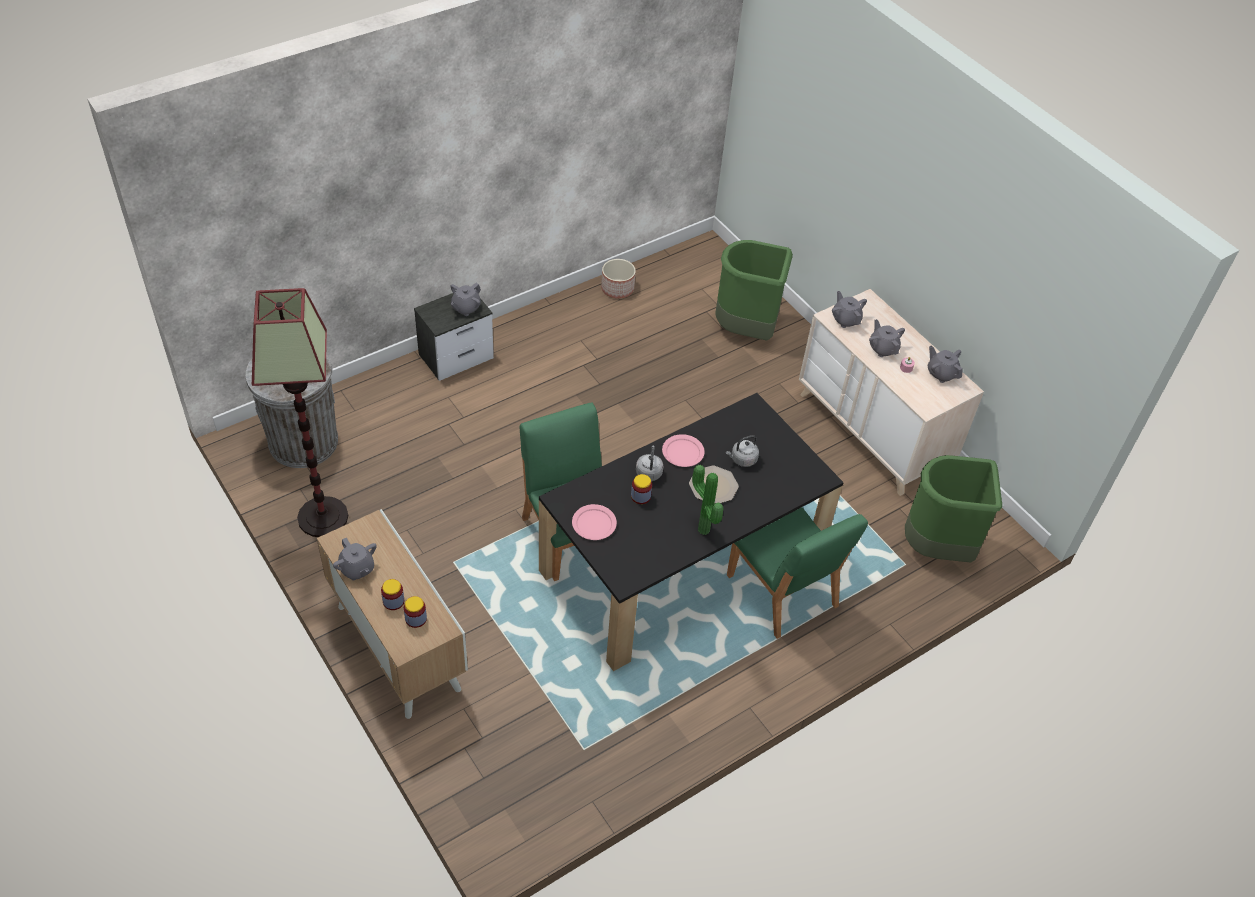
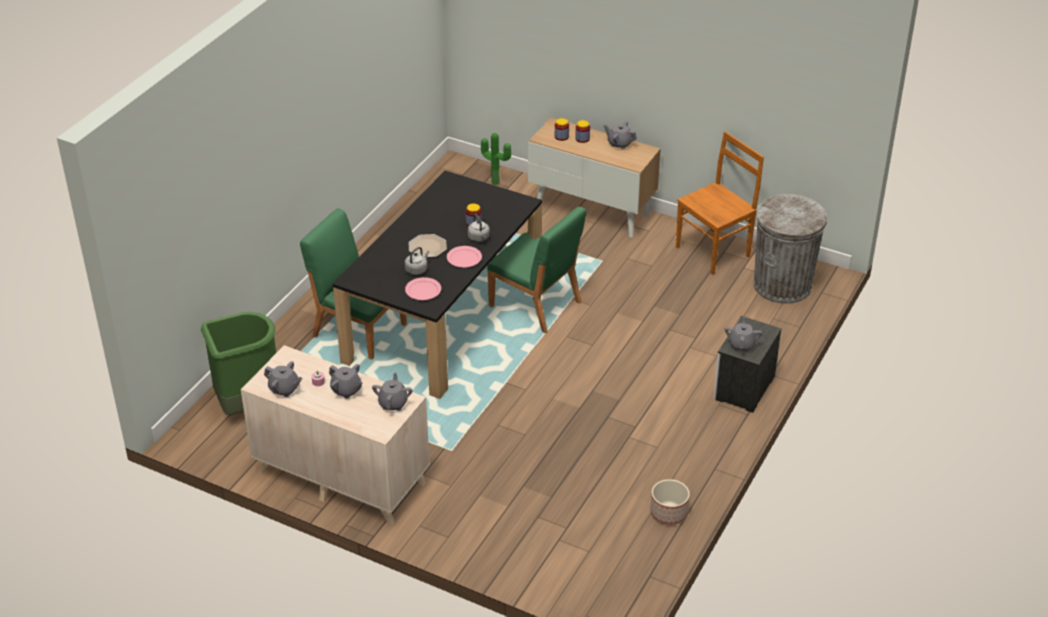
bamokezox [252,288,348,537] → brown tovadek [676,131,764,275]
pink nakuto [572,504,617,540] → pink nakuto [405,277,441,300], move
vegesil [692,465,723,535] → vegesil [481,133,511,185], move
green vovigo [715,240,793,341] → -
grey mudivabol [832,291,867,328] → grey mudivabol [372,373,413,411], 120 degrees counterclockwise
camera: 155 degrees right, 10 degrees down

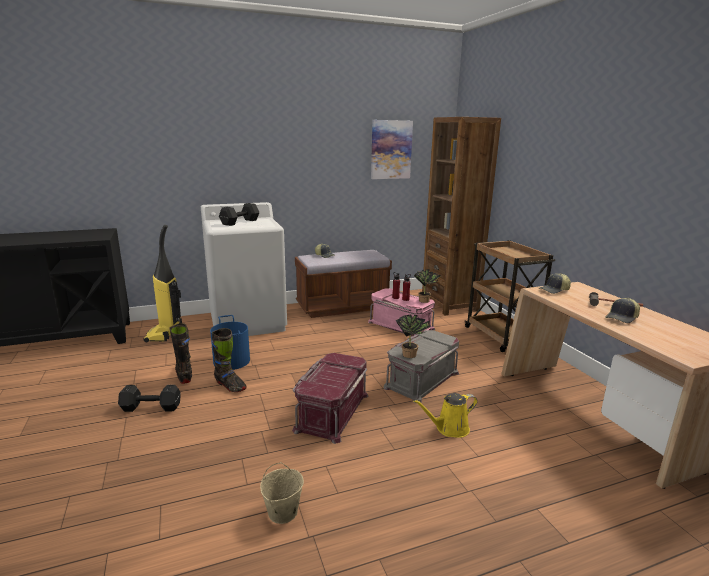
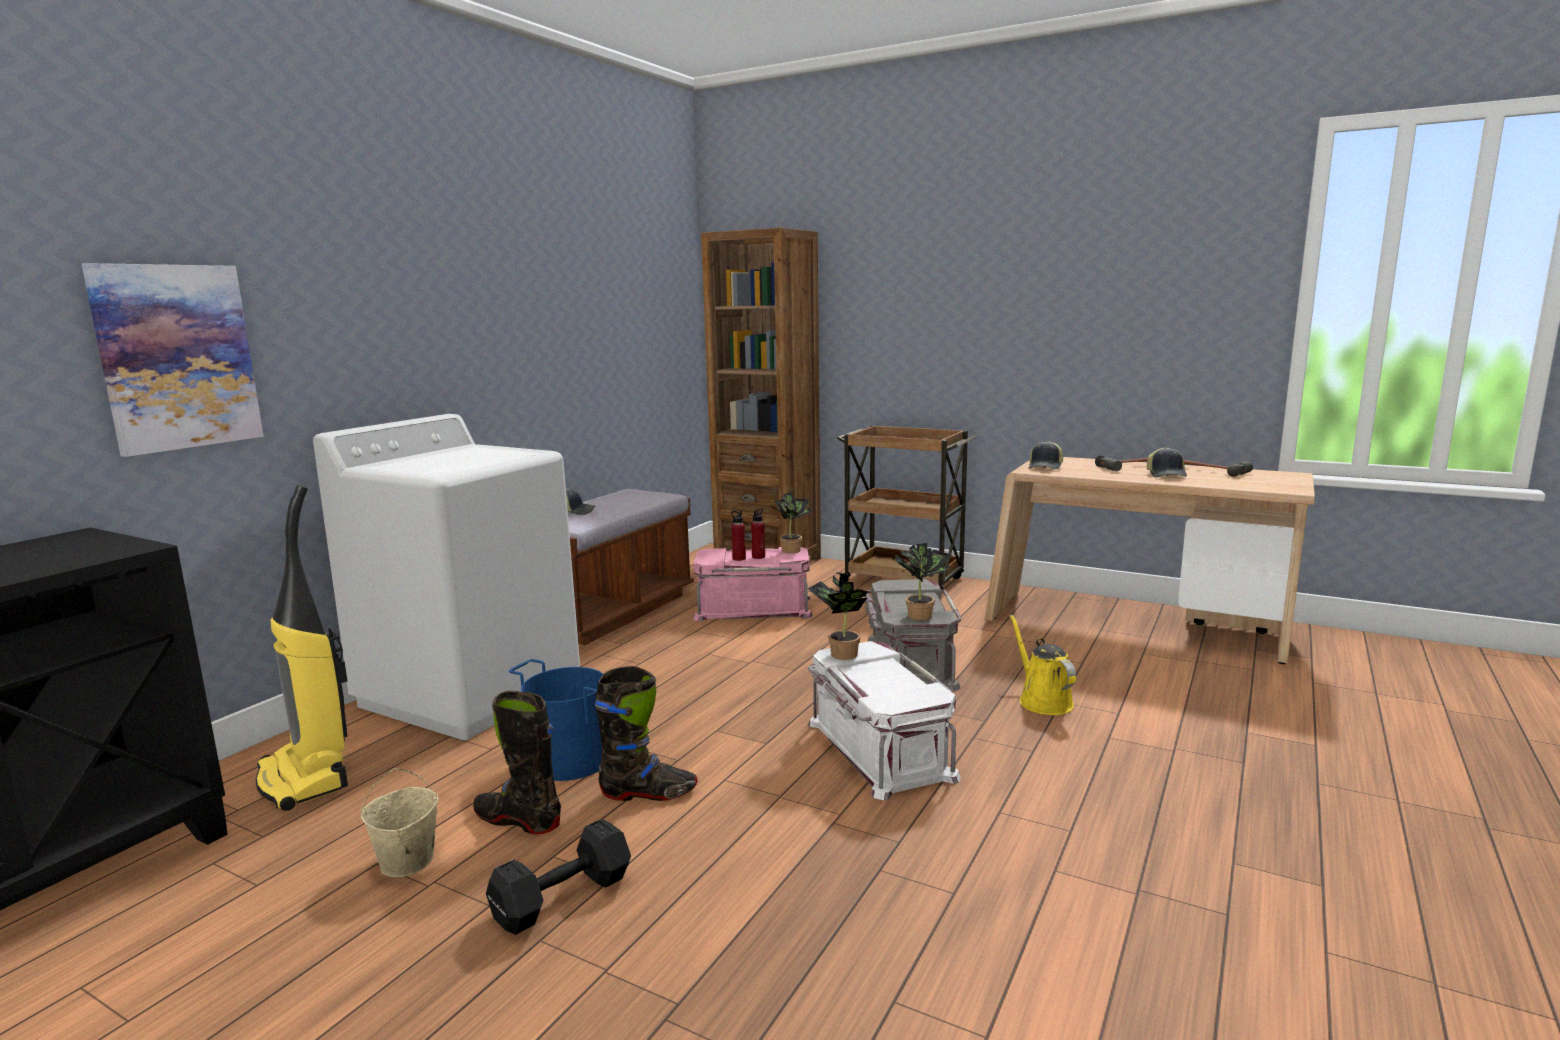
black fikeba [219,203,259,226] → -
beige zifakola [260,462,304,524] → beige zifakola [361,768,438,877], move
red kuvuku [292,353,369,444] → white kuvuku [808,641,961,800]
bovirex [371,120,413,179] → bovirex [81,263,264,457], move
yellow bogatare [413,393,478,438] → yellow bogatare [1009,615,1076,715], 135 degrees clockwise
- → vegesil [807,575,869,660]
- → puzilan [1184,460,1253,477]
camera: 40 degrees left, 5 degrees down

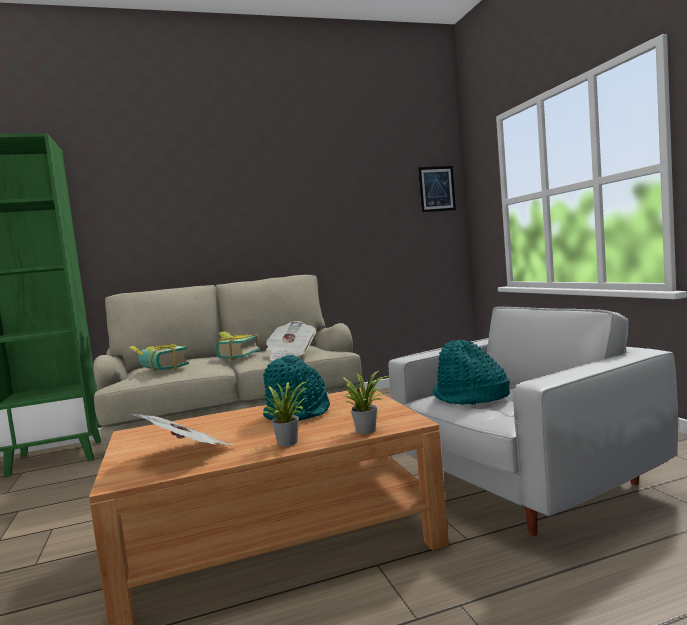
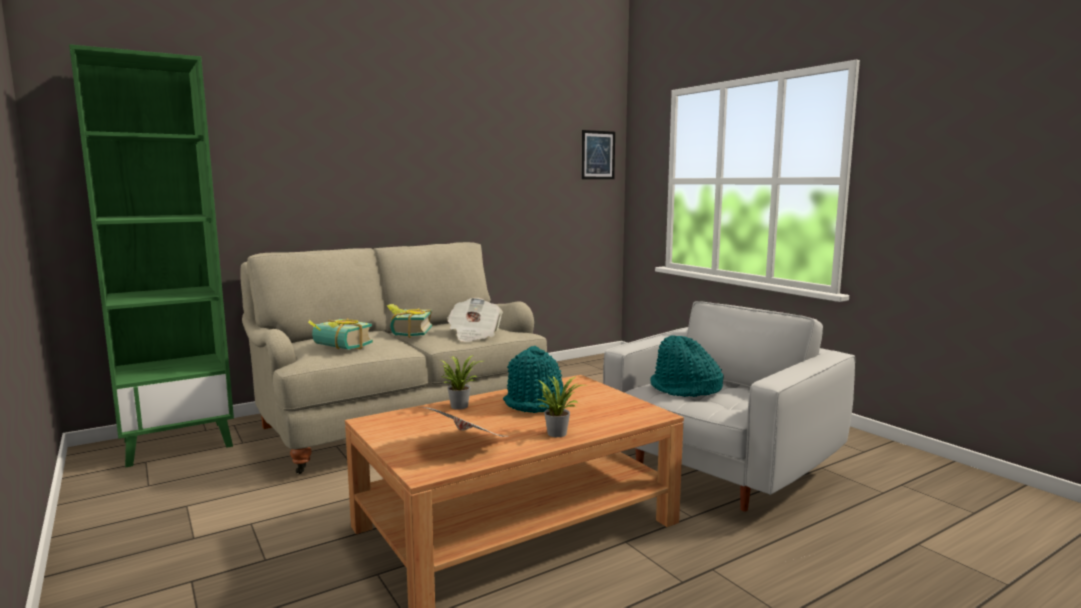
vegesil [341,371,388,434] → vegesil [441,355,482,410], move
camera: 15 degrees left, 5 degrees up

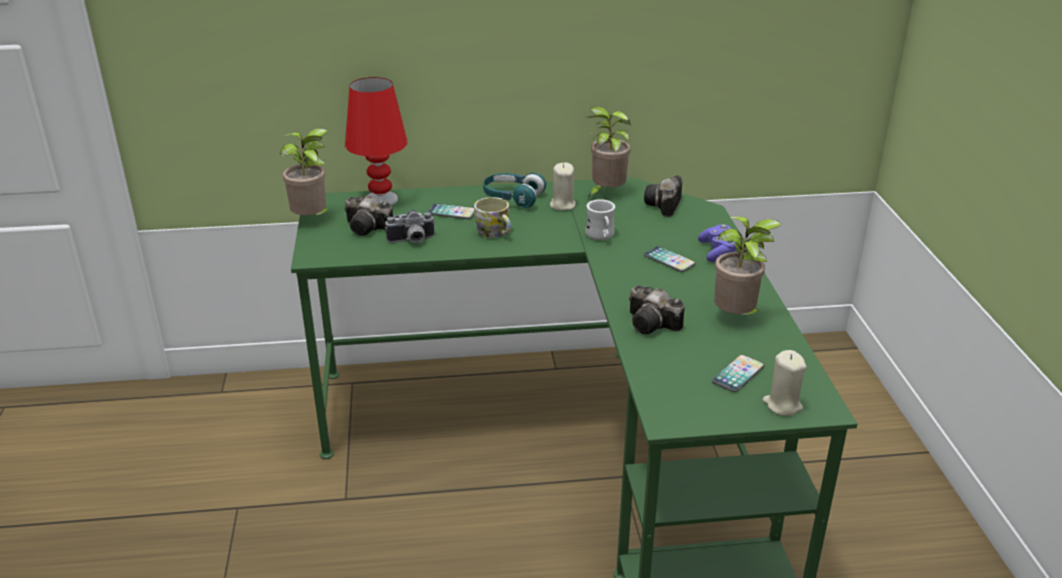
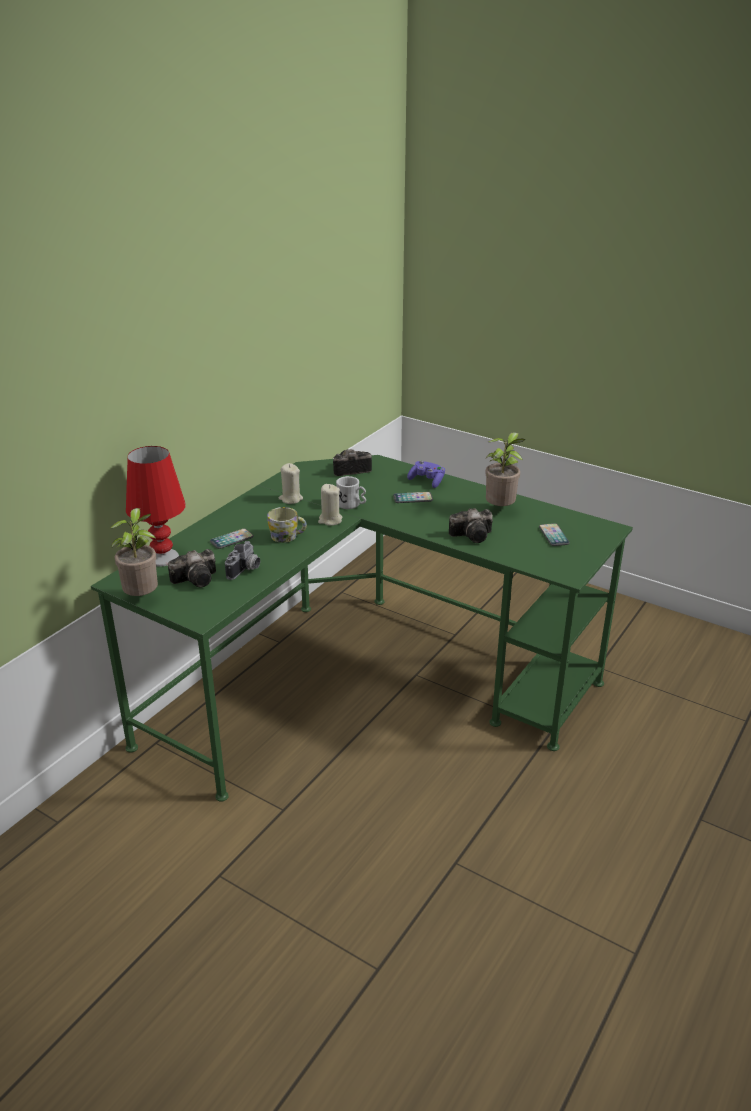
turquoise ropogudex [483,173,546,208] → -
vegesil [585,107,631,198] → -
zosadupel [644,175,682,217] → zosadupel [333,449,372,476], 105 degrees clockwise
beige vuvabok [762,350,807,416] → beige vuvabok [318,484,343,526], move
camera: 50 degrees left, 0 degrees up

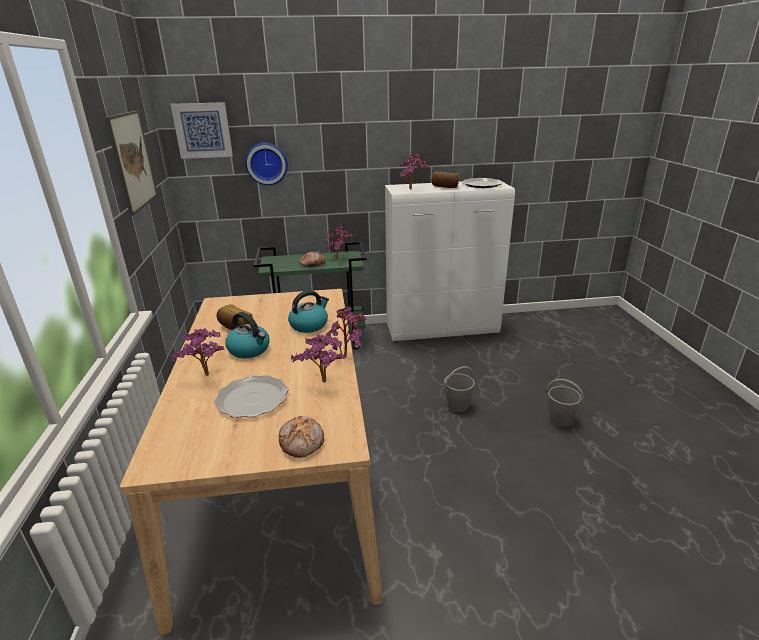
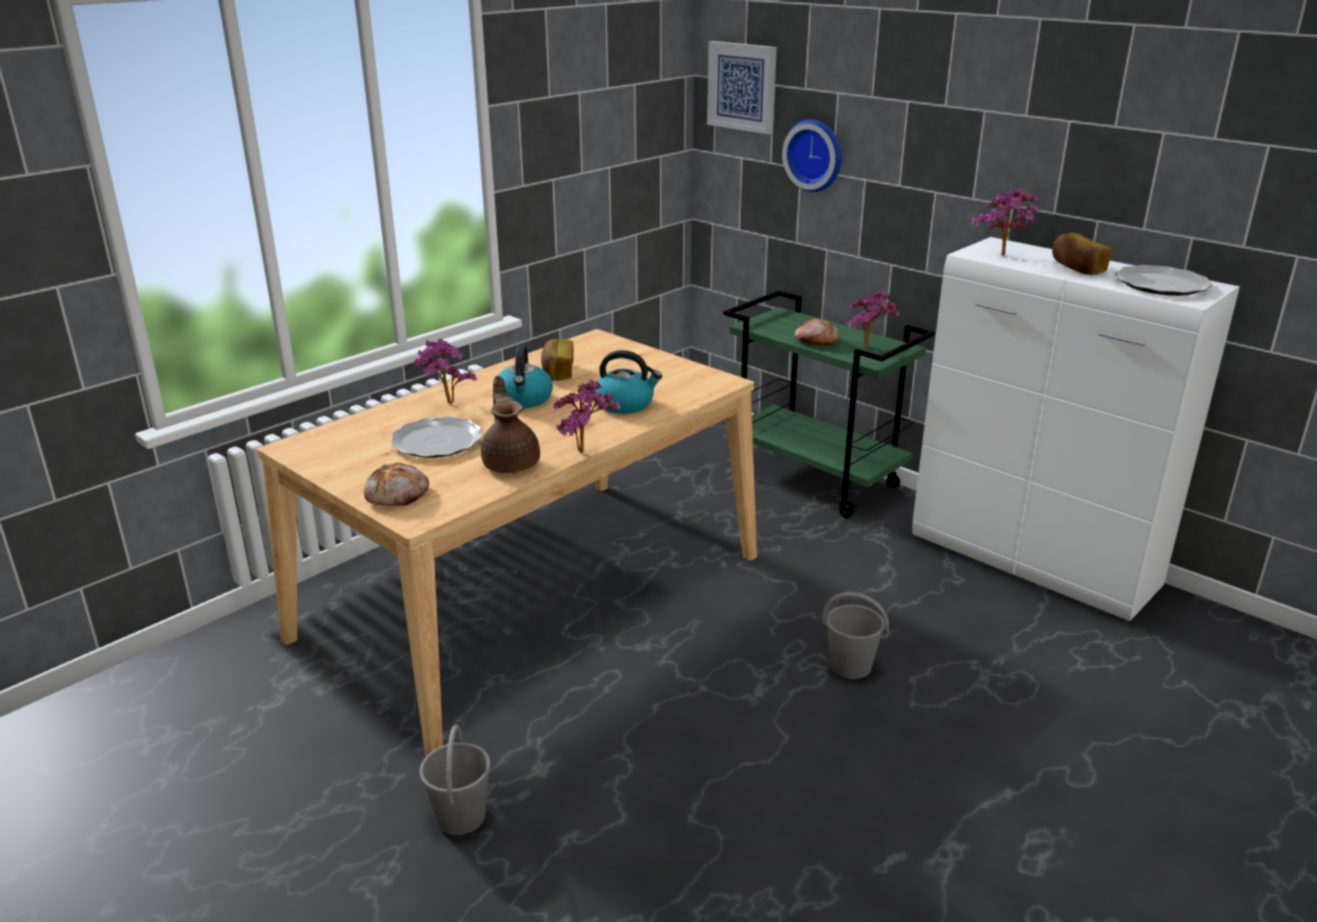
bovirex [105,110,158,216] → -
vegesil [291,334,345,382] → brown mudivabol [481,376,540,473]
grey zifakola [546,379,584,427] → grey zifakola [420,725,490,835], move
camera: 50 degrees right, 0 degrees up

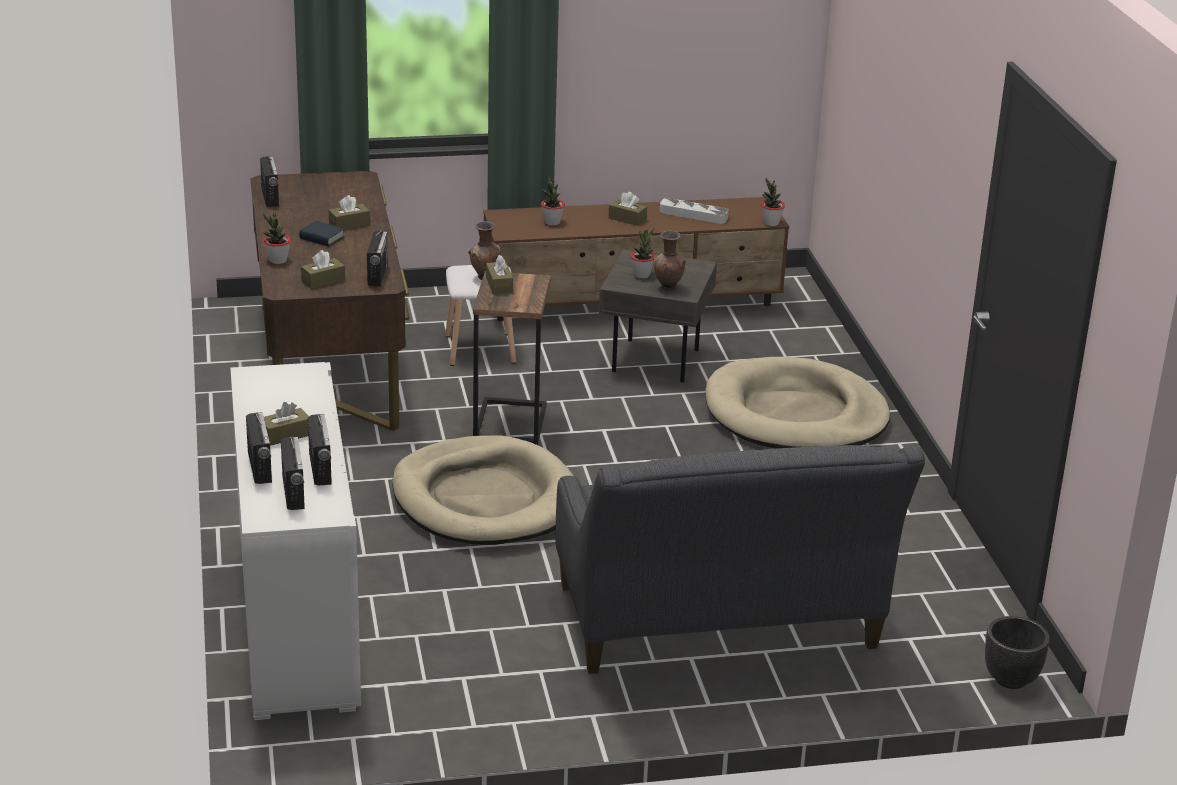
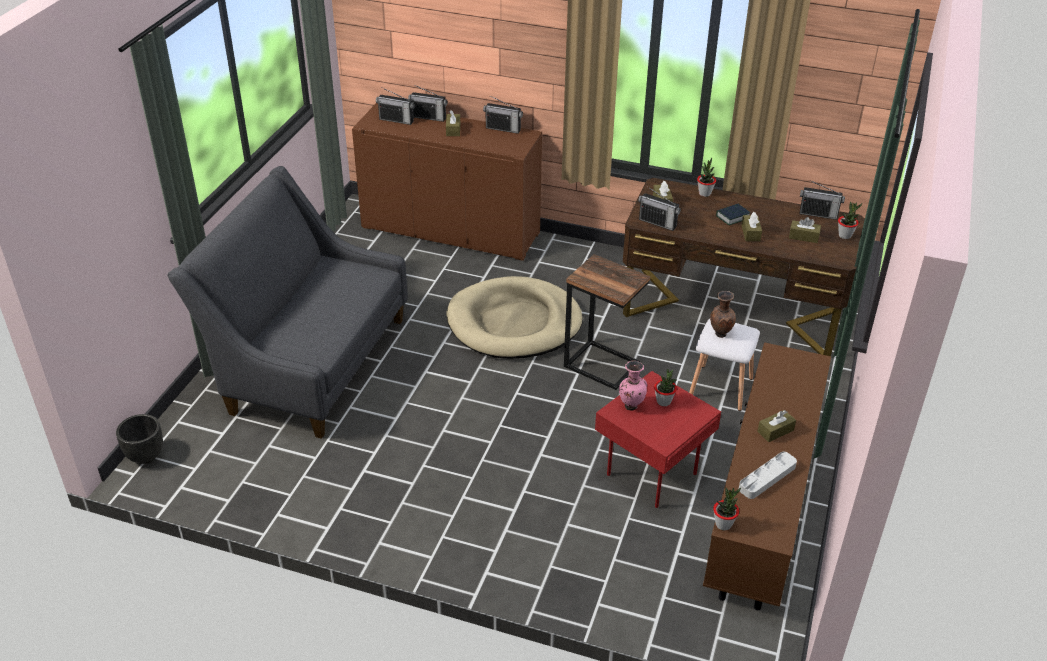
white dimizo [230,362,361,720] → brown dimizo [352,103,542,261]
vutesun [308,414,332,485] → vutesun [483,96,523,134], move
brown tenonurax [486,255,513,294] → brown tenonurax [789,217,821,243], move
vegesil [541,176,565,226] → vegesil [838,202,862,239], move
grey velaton [599,249,717,383] → red velaton [595,371,721,508]
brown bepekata [653,231,686,291] → pink bepekata [619,360,647,411]
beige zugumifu [705,357,890,449] → -
camera: 120 degrees right, 10 degrees up

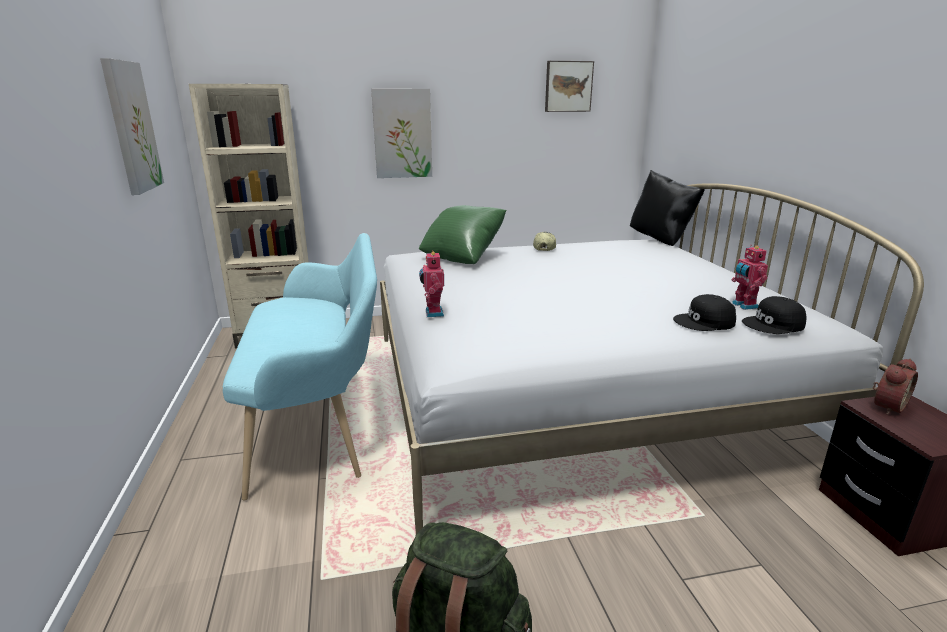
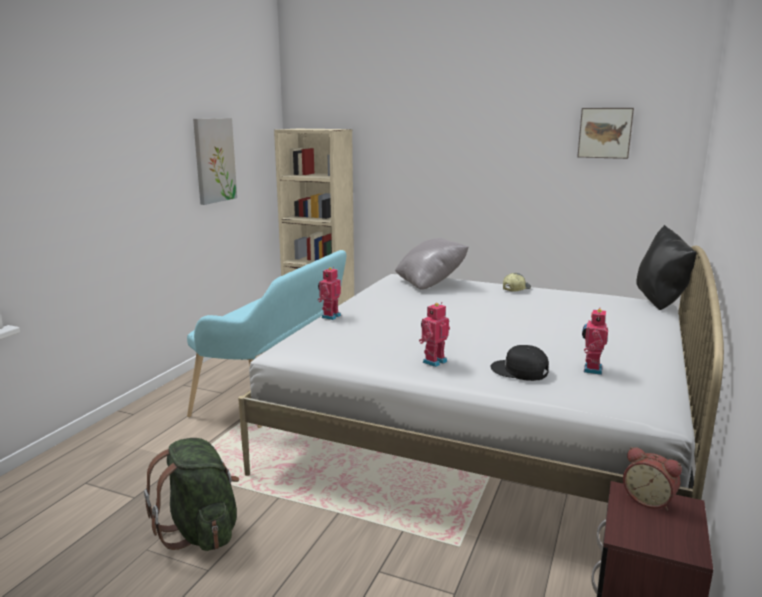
bovirex [371,89,432,178] → -
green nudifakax [419,205,507,264] → grey nudifakax [395,238,468,290]
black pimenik [742,296,807,334] → -
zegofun [873,359,918,415] → zegofun [623,447,682,511], 45 degrees clockwise
- → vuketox [419,302,450,367]
camera: 35 degrees right, 5 degrees down

